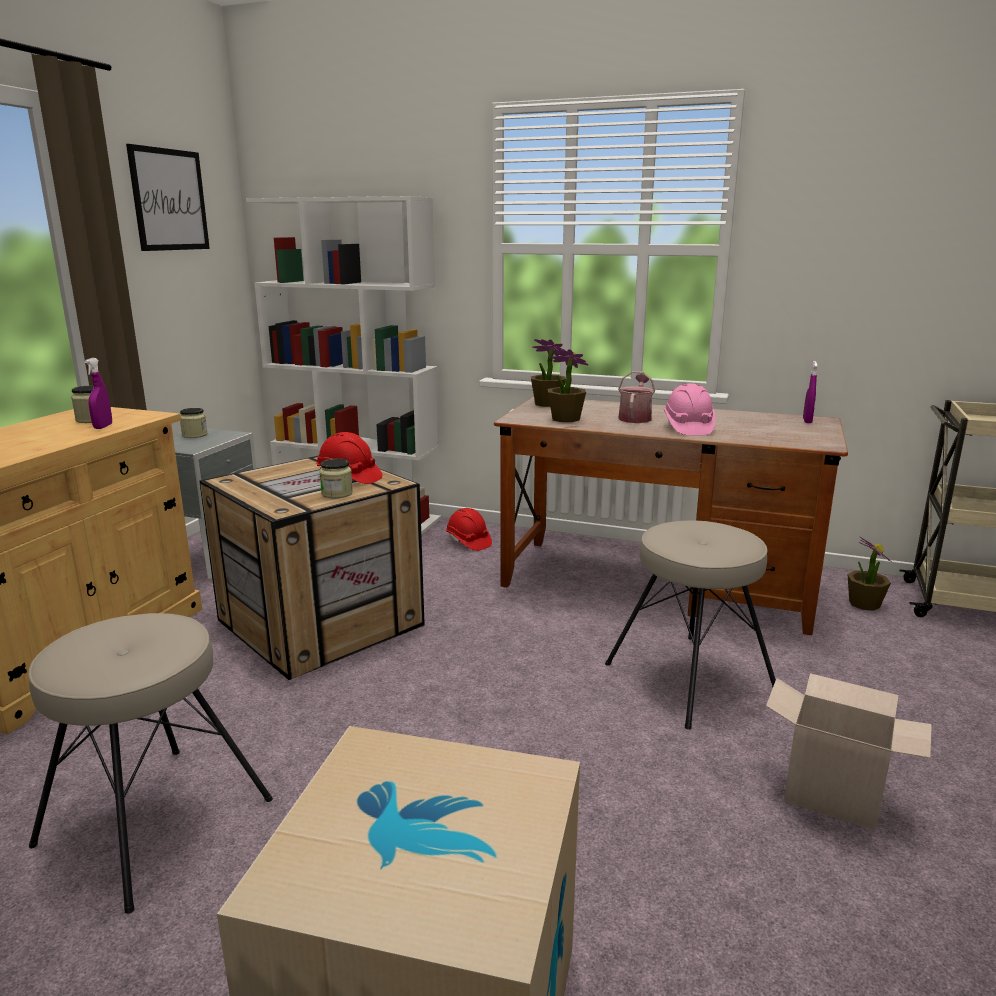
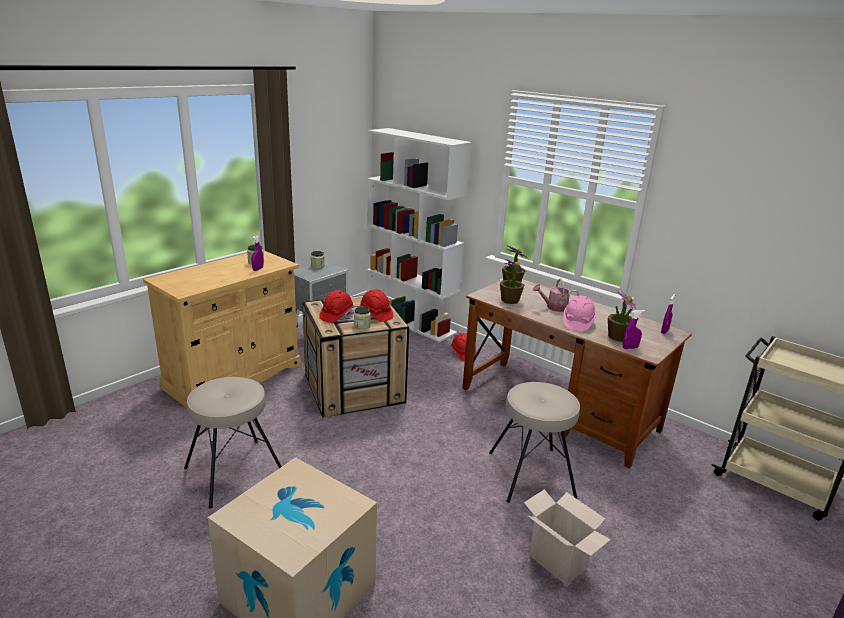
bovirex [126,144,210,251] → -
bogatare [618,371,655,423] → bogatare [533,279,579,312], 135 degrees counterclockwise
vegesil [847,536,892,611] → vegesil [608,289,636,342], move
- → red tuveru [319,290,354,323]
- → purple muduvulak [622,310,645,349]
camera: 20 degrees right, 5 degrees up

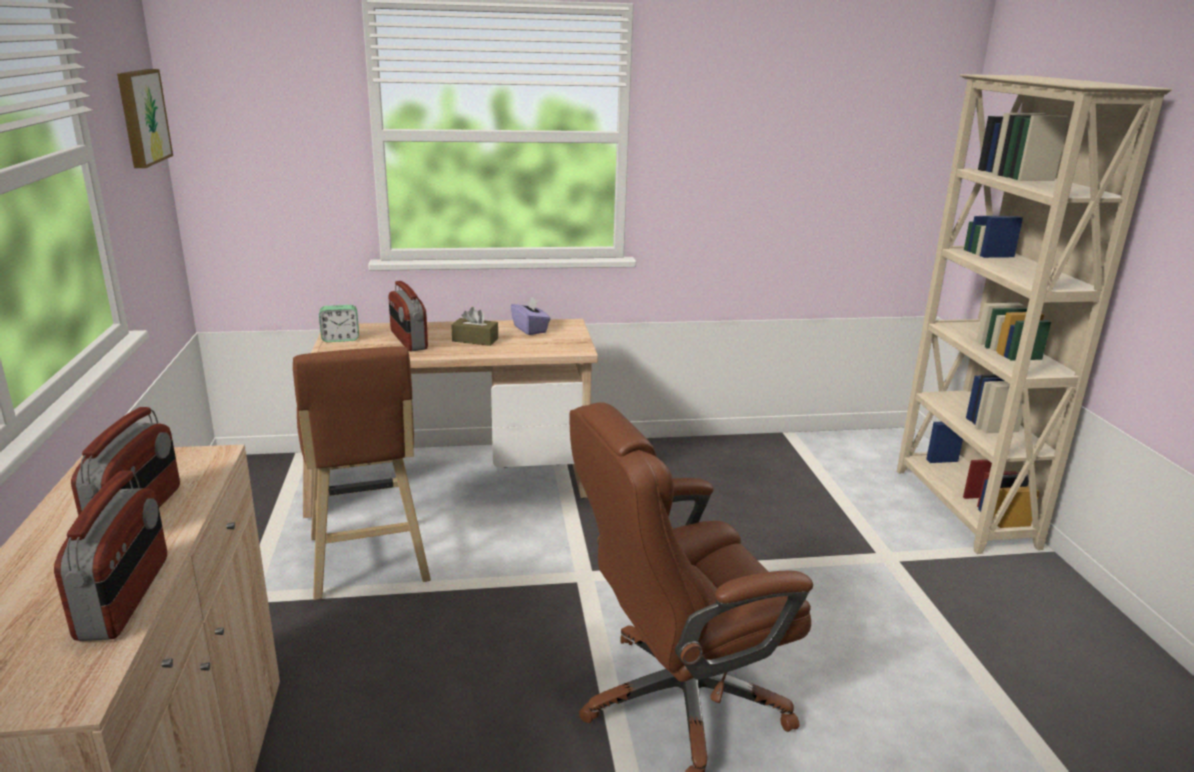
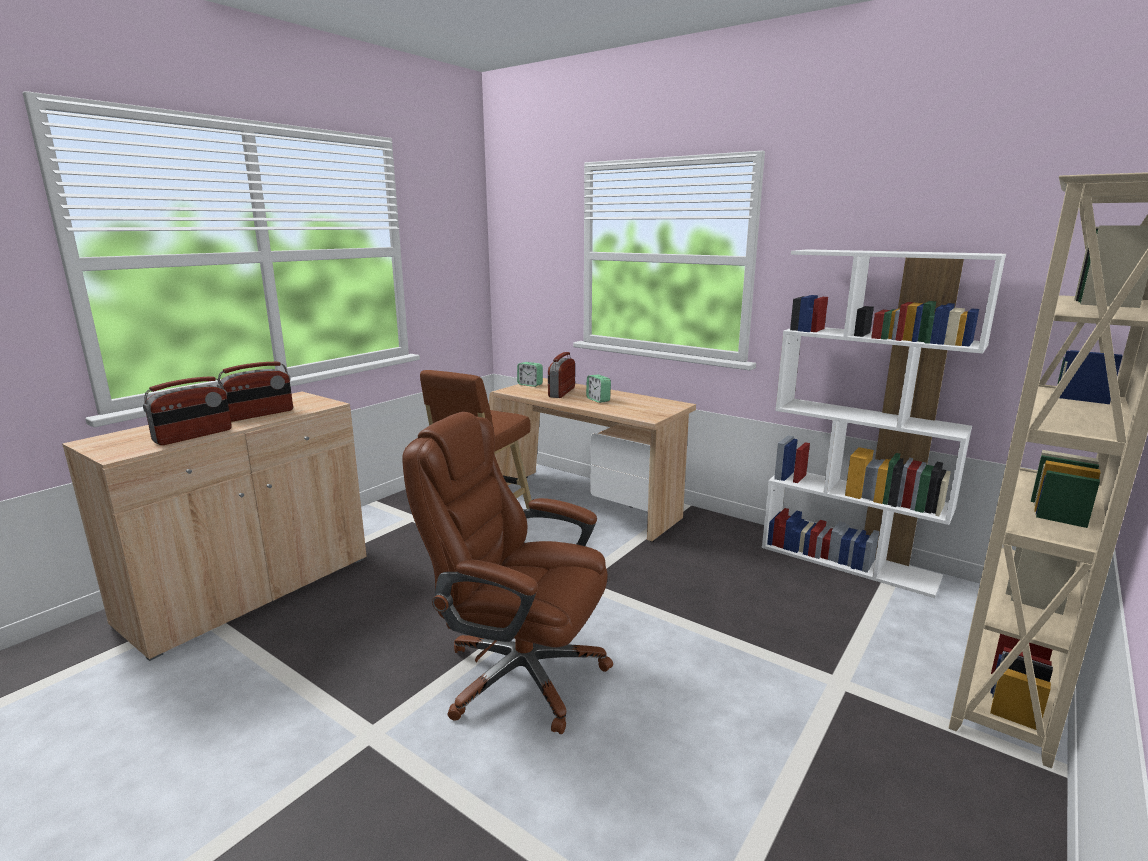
bovirex [117,69,173,168] → -
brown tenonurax [451,307,498,346] → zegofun [586,375,611,403]
purple tenonurax [511,296,551,335] → -
- → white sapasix [762,249,1006,598]
camera: 45 degrees right, 5 degrees down

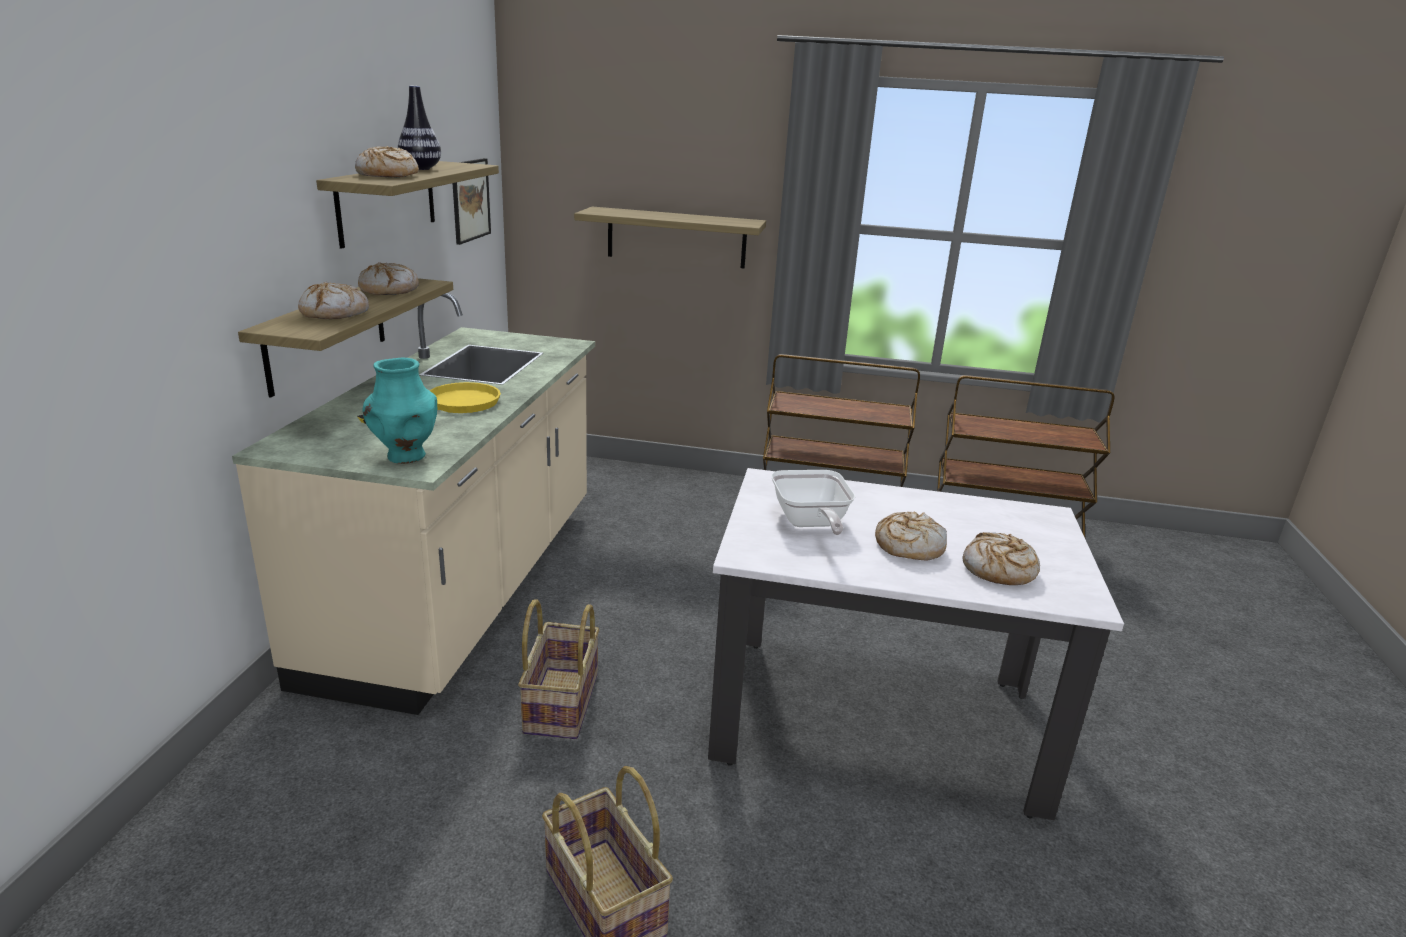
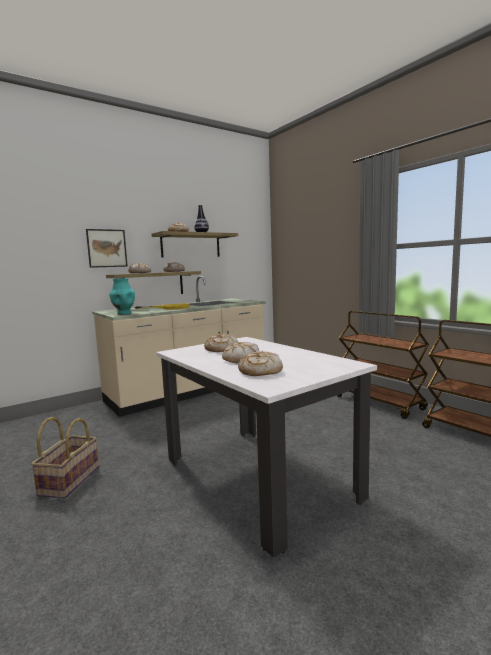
bovirex [453,158,491,245] → bovirex [86,229,128,268], move
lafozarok [518,599,599,739] → -
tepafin [574,207,766,268] → -
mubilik [771,470,855,535] → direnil [204,333,238,352]
camera: 45 degrees right, 15 degrees down

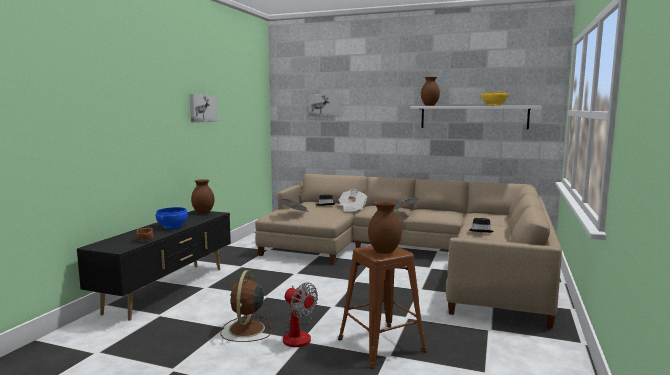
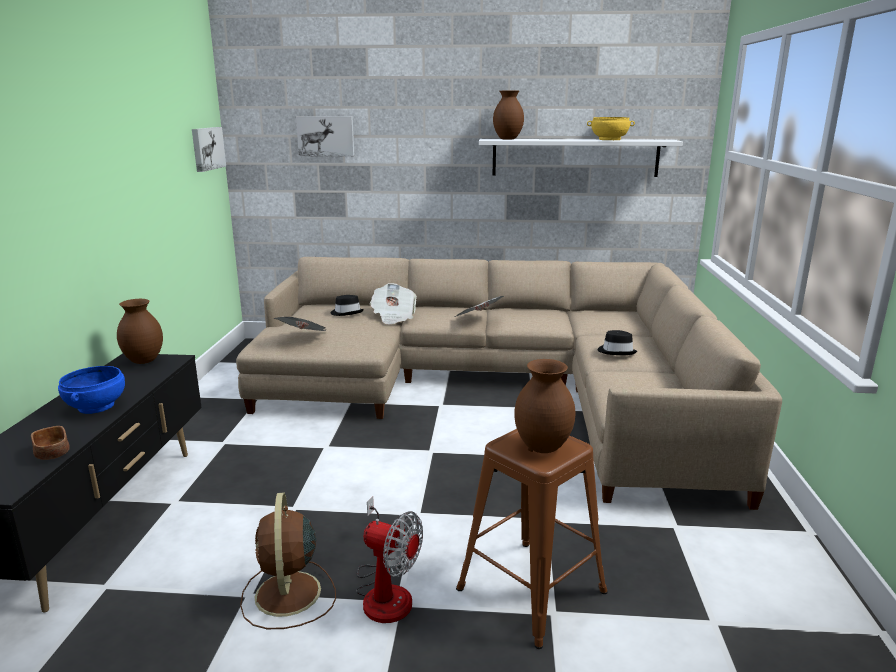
bovirex [189,94,218,123] → bovirex [192,127,226,172], move
camera: 15 degrees left, 10 degrees up

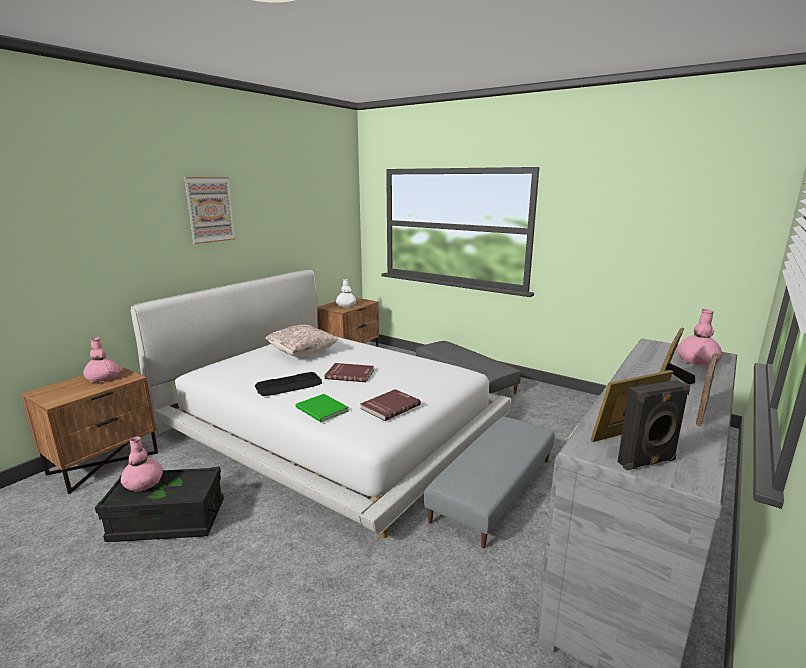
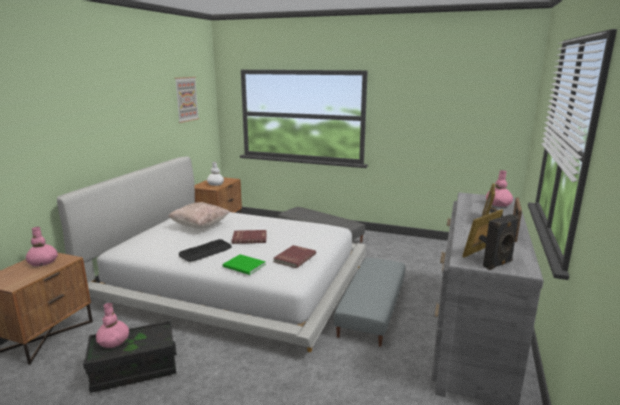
bovirex [184,177,235,244] → bovirex [175,77,199,123], move
camera: 15 degrees left, 0 degrees up

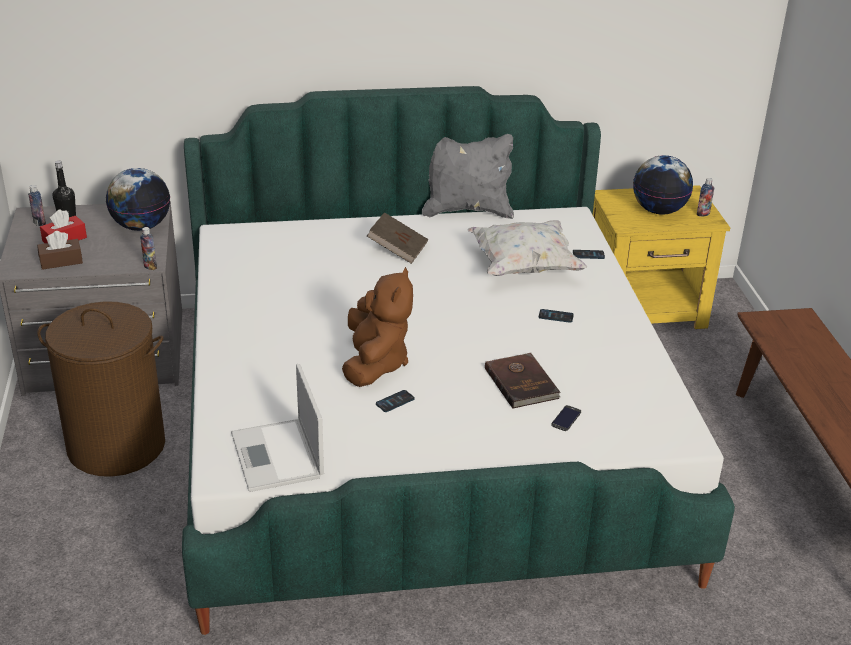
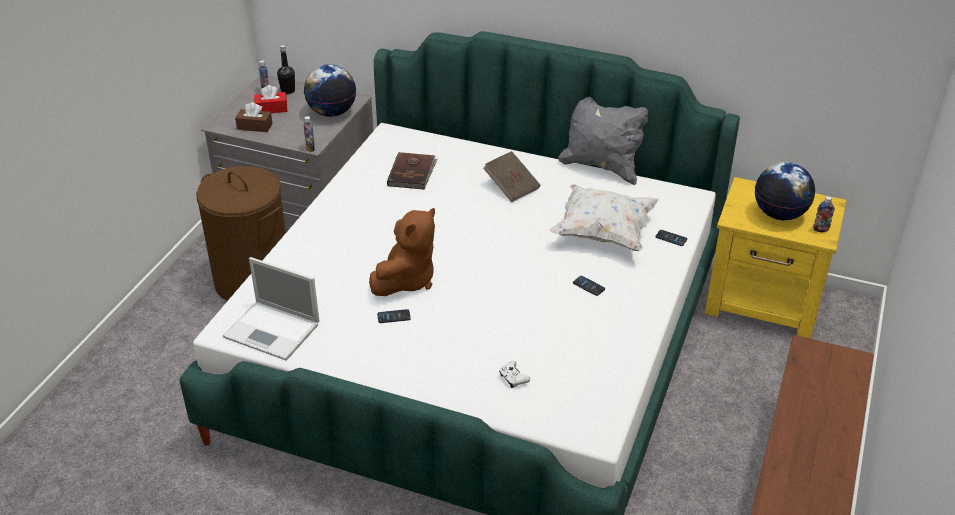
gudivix [231,364,324,492] → gudivix [223,257,319,361], 75 degrees counterclockwise
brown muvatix [485,352,561,409] → brown muvatix [387,152,438,190], move
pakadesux [551,405,581,431] → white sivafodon [499,361,530,388]
camera: 30 degrees right, 5 degrees up

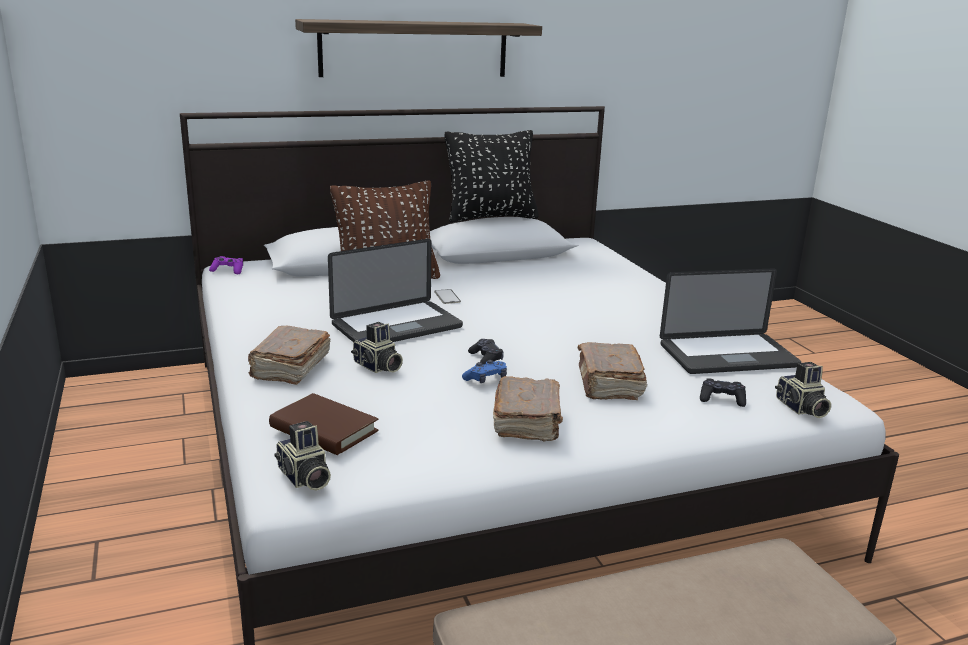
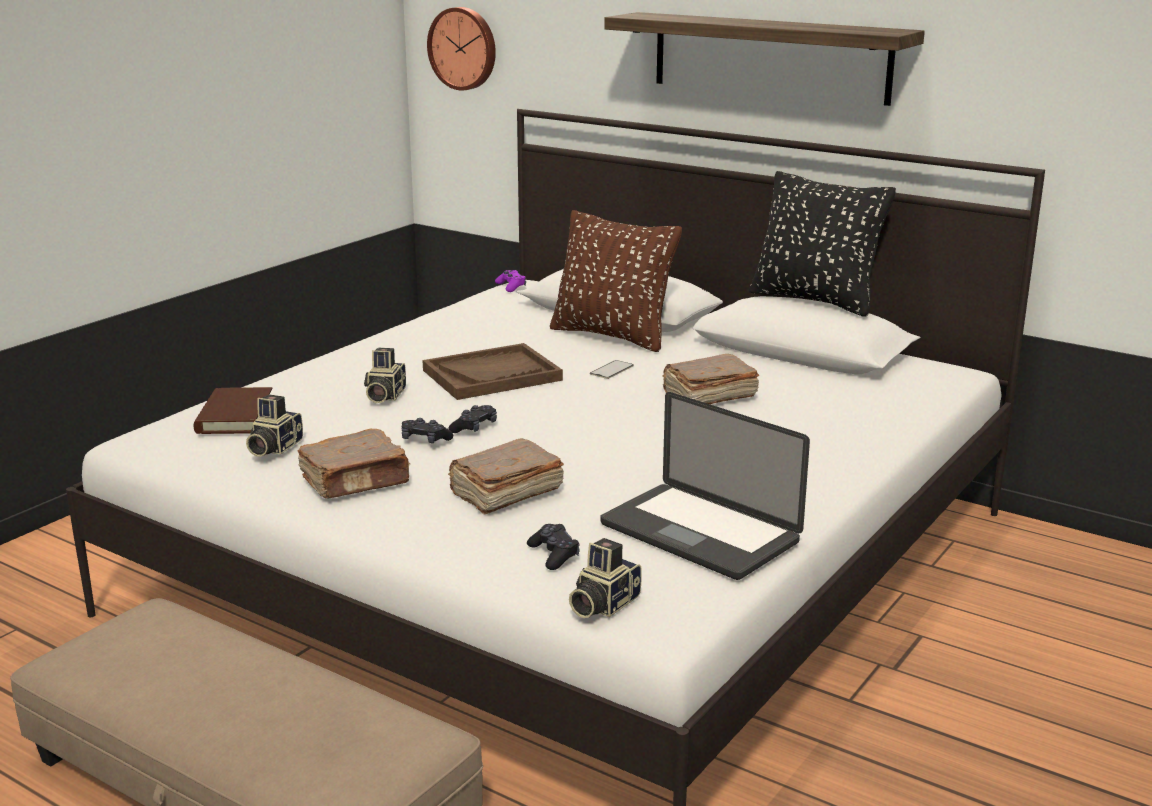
brown muvatix [248,326,331,385] → brown muvatix [662,354,759,404], move
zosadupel [274,421,331,491] → zosadupel [246,394,303,457], move
gudivix [328,239,463,342] → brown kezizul [423,343,563,400]
blue sivafodon [462,360,507,383] → black sivafodon [401,418,453,443]
- → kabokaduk [427,7,496,91]
camera: 55 degrees right, 0 degrees up

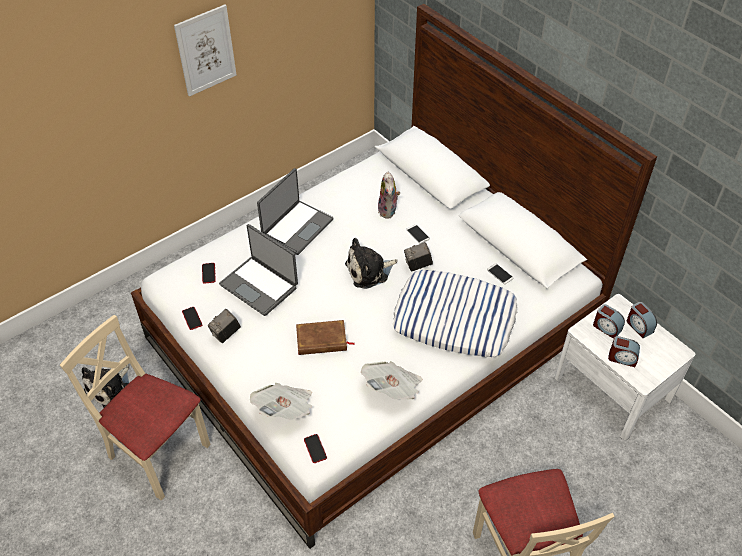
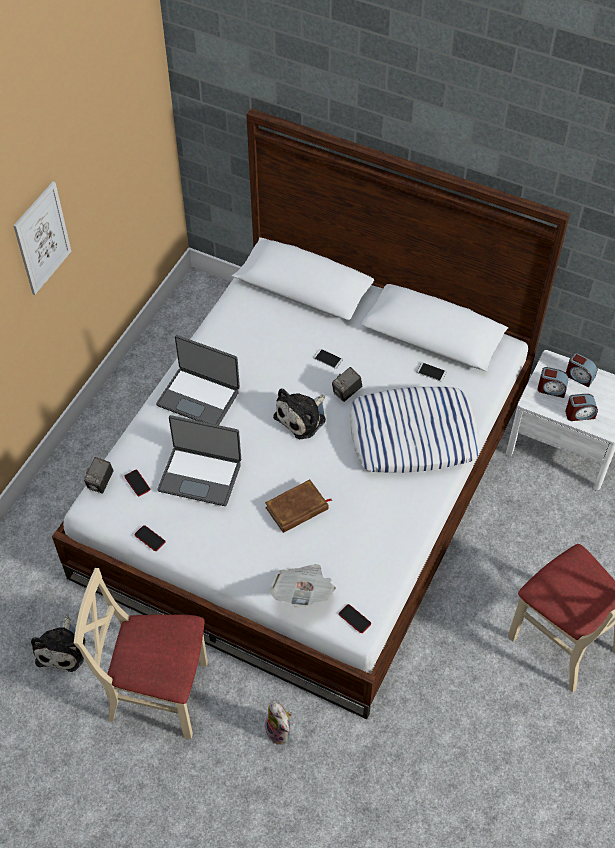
zosadupel [208,309,241,343] → zosadupel [84,457,114,493], move
gudivix [257,168,334,255] → gudivix [156,335,240,425], 105 degrees clockwise
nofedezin [361,361,423,400] → -
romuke [378,172,400,219] → romuke [265,701,292,745], move
camera: 25 degrees left, 5 degrees up

